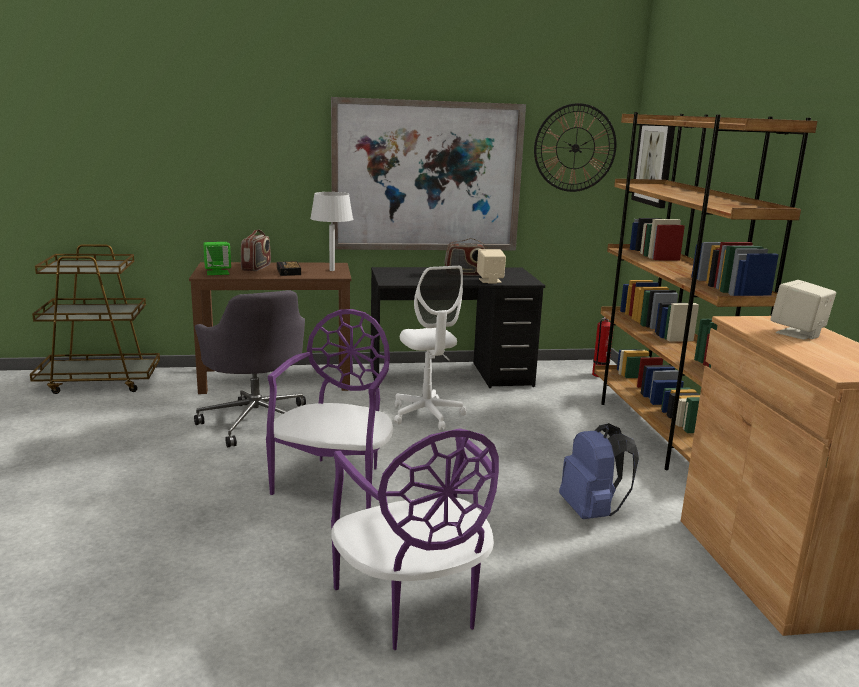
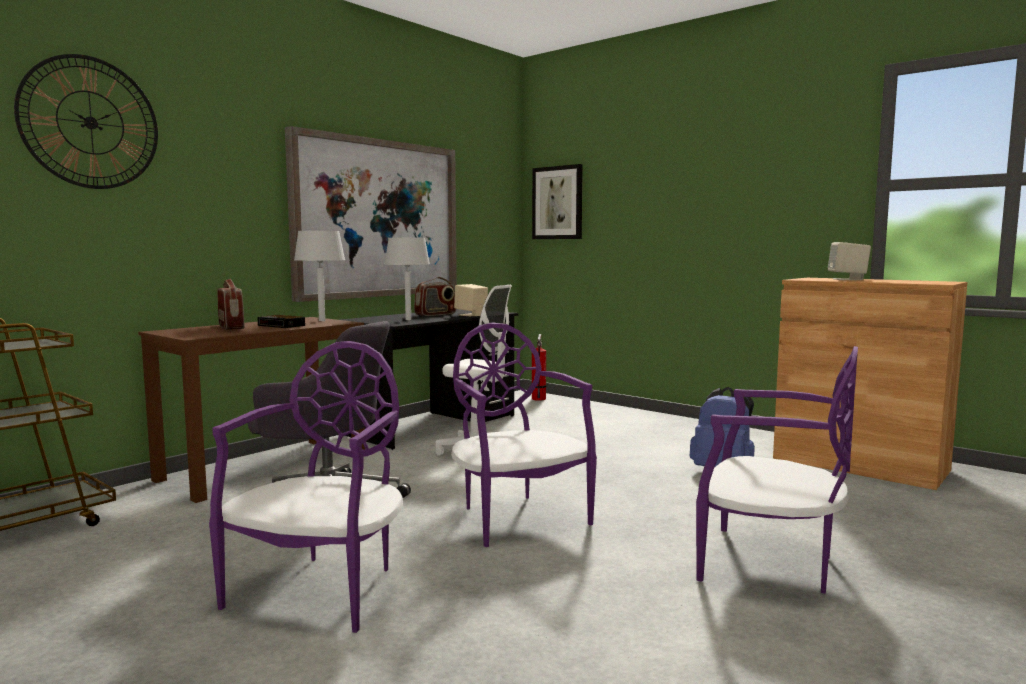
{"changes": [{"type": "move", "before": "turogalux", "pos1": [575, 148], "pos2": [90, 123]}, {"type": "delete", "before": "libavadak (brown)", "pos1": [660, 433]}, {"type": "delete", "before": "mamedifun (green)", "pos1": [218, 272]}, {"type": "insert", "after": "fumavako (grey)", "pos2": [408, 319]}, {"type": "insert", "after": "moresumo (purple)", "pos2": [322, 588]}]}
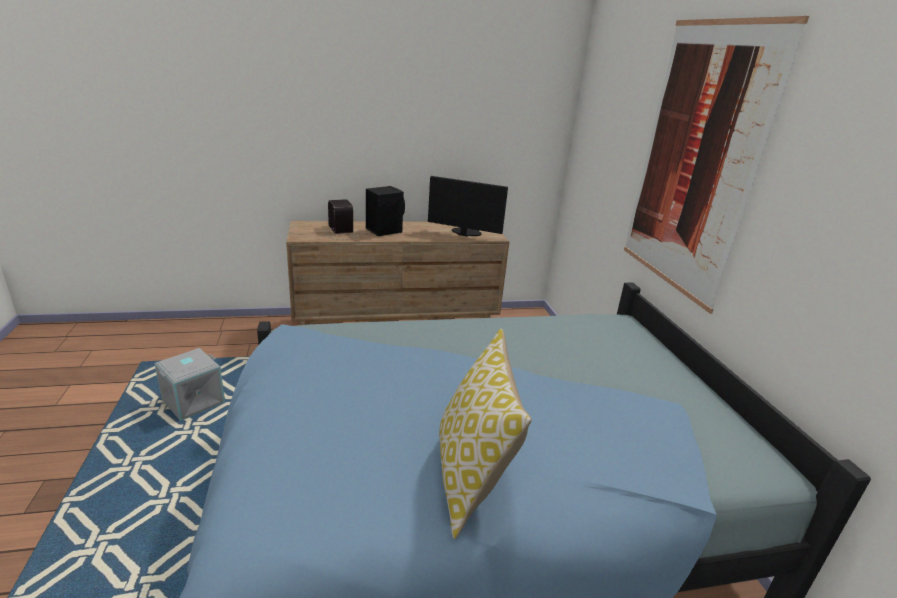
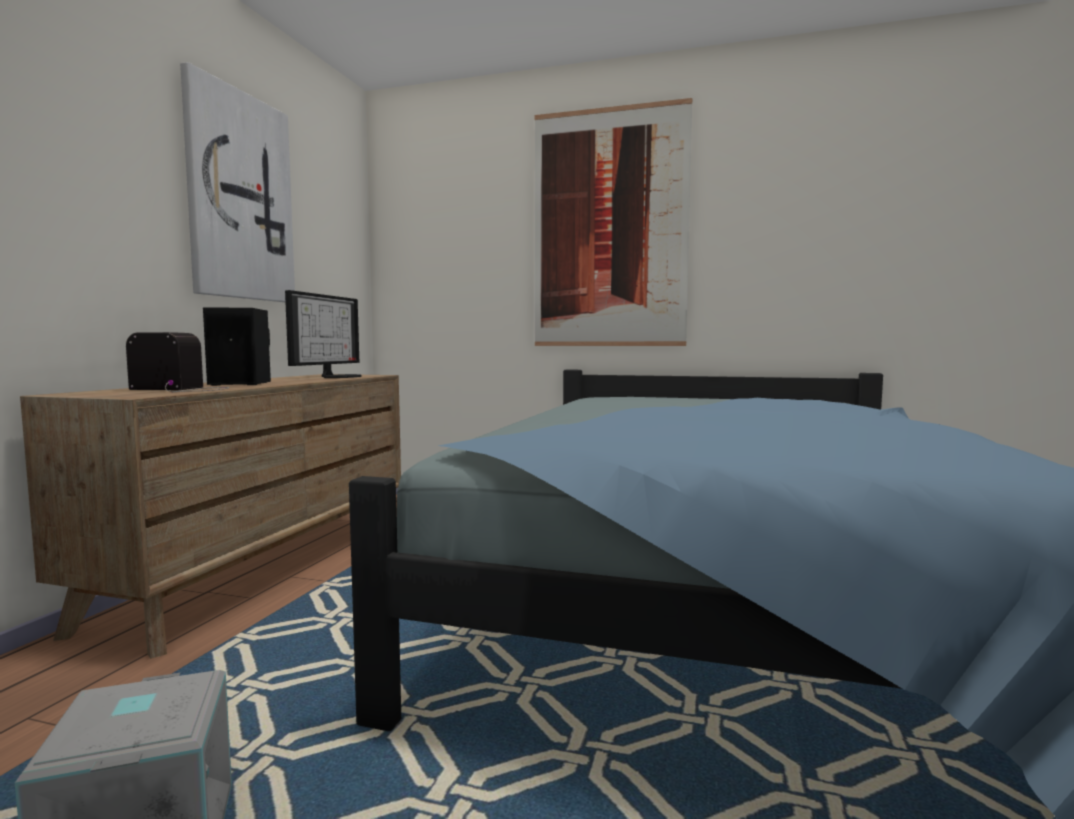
{"changes": [{"type": "rotate", "before": "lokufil", "pos1": [465, 233], "pos2": [338, 376], "turn": 150}, {"type": "delete", "before": "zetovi", "pos1": [472, 479]}, {"type": "insert", "after": "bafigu", "pos2": [239, 197]}]}
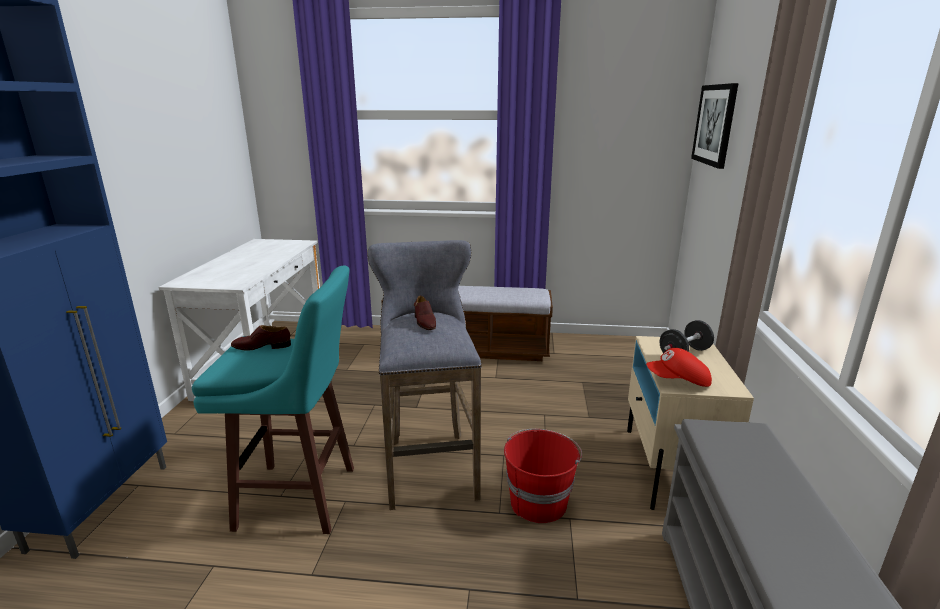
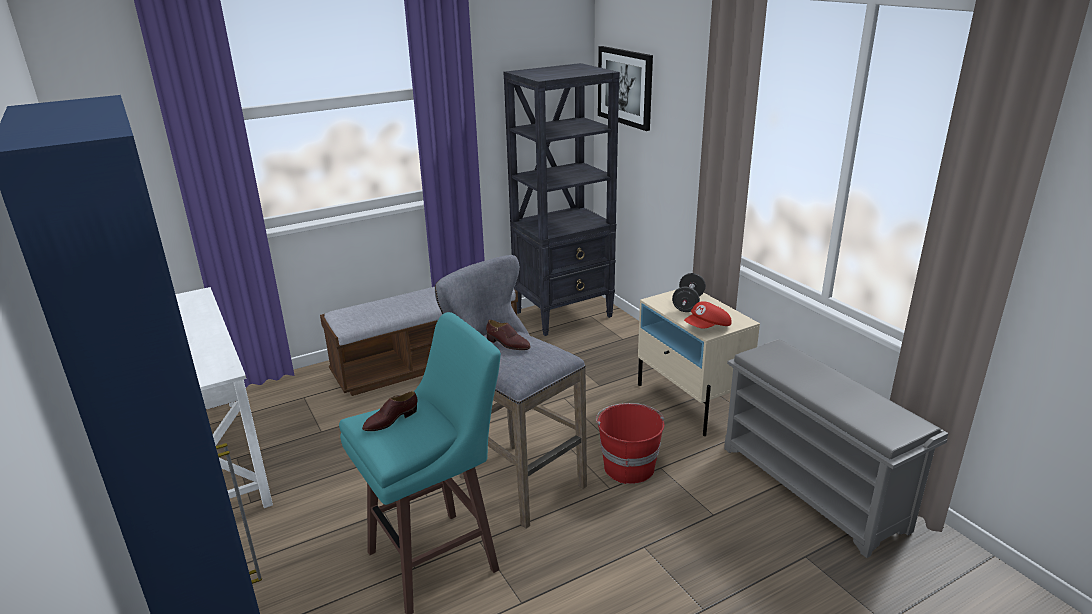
{"changes": [{"type": "insert", "after": "libavadak (black)", "pos2": [564, 314]}]}
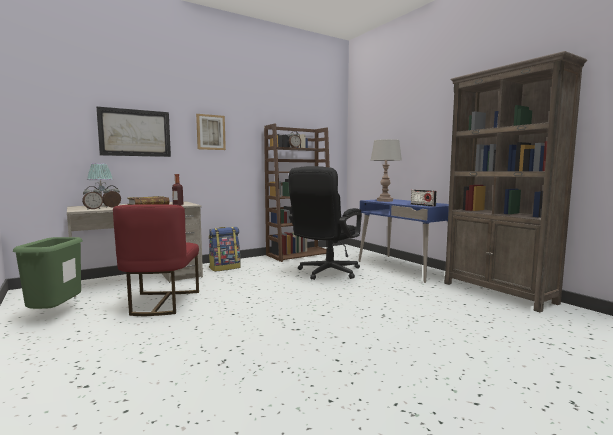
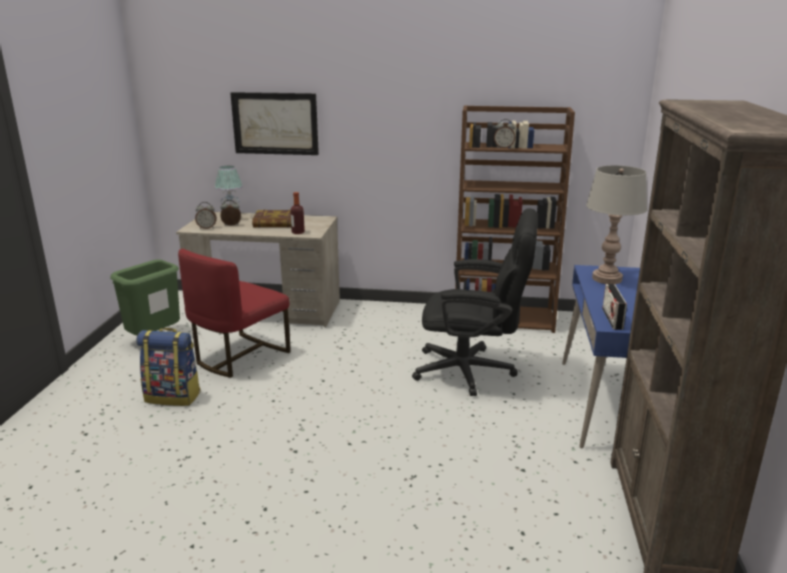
{"changes": [{"type": "delete", "before": "bafigu", "pos1": [210, 132]}, {"type": "rotate", "before": "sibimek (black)", "pos1": [325, 273], "pos2": [473, 371], "turn": -150}, {"type": "move", "before": "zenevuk", "pos1": [225, 268], "pos2": [173, 396]}]}
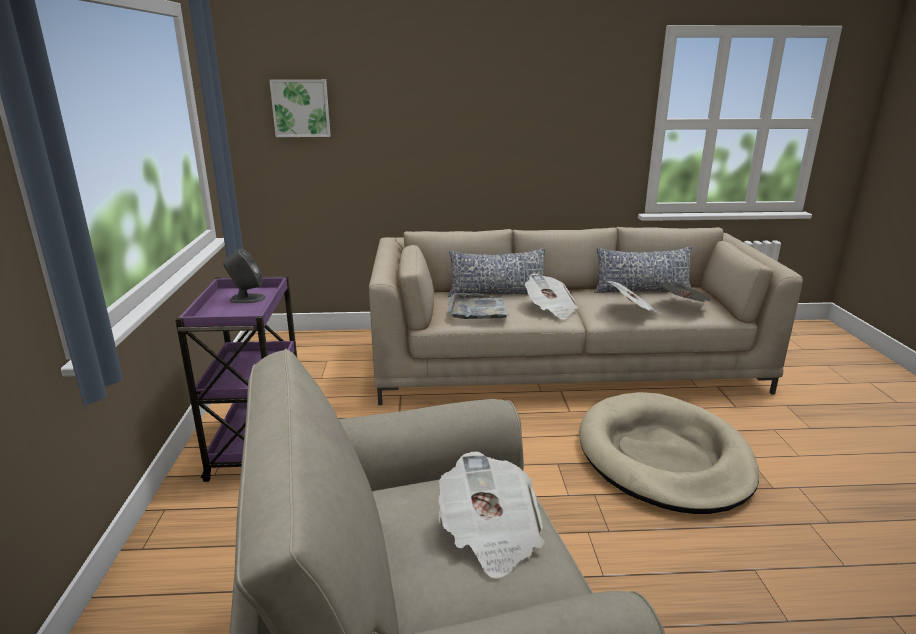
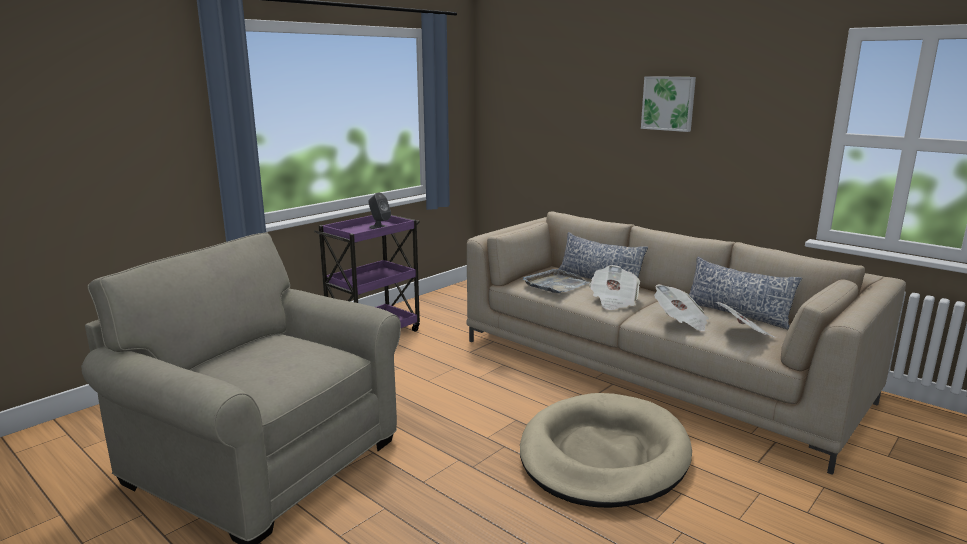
{"changes": [{"type": "move", "before": "bafigu", "pos1": [301, 108], "pos2": [668, 103]}, {"type": "delete", "before": "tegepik", "pos1": [490, 535]}]}
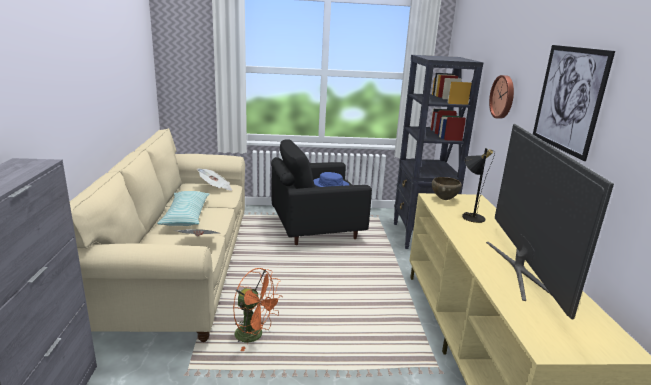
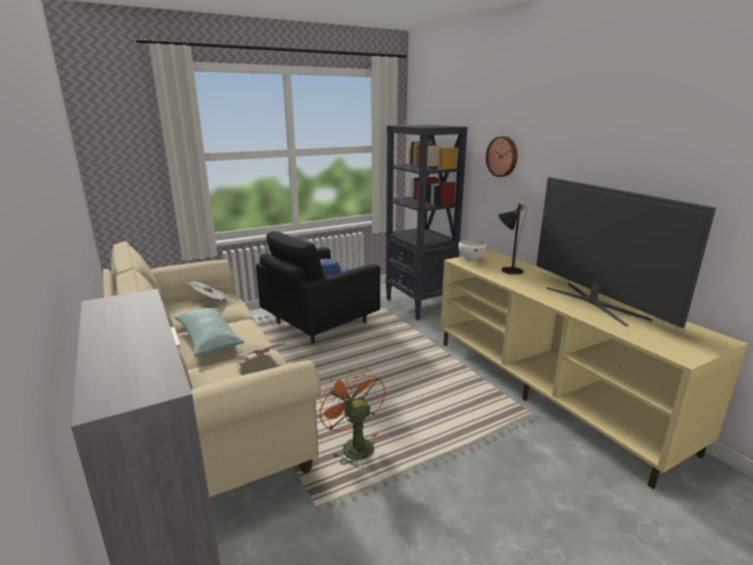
{"changes": [{"type": "delete", "before": "bafigu", "pos1": [568, 99]}, {"type": "recolor", "before": "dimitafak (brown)", "after": "dimitafak (white)", "pos1": [444, 199], "pos2": [471, 260]}, {"type": "rotate", "before": "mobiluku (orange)", "pos1": [254, 335], "pos2": [353, 445], "turn": -120}]}
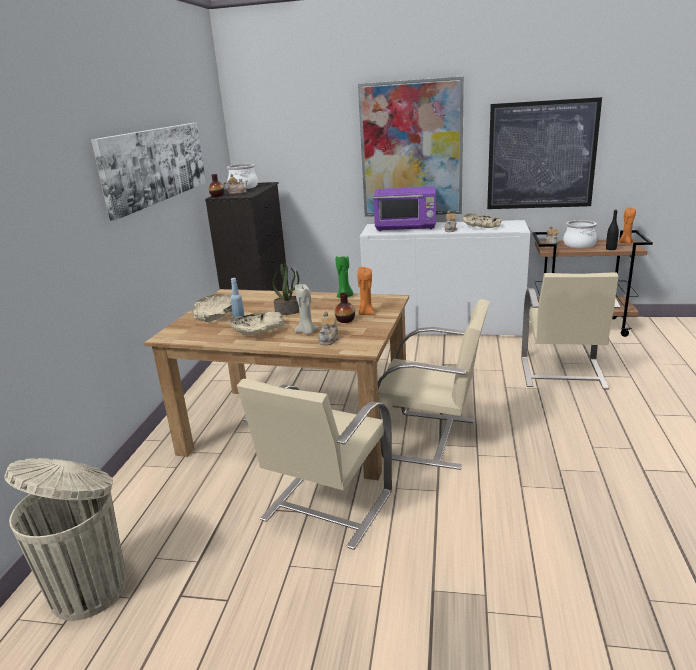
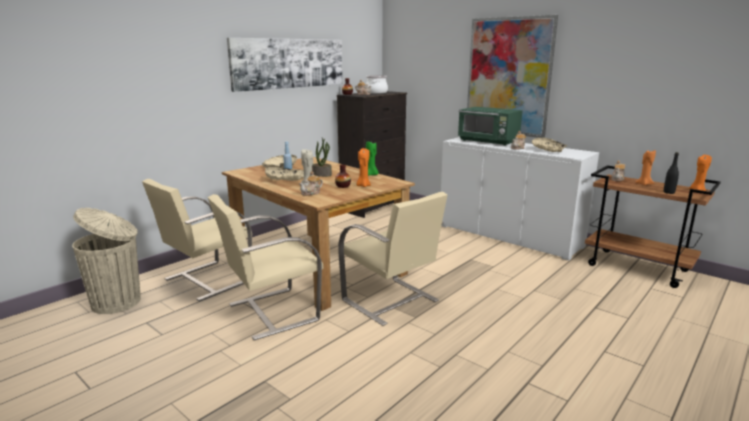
{"changes": [{"type": "delete", "before": "bafigu", "pos1": [541, 155]}, {"type": "recolor", "before": "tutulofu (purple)", "after": "tutulofu (green)", "pos1": [406, 227], "pos2": [488, 141]}, {"type": "replace", "before": "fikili", "after": "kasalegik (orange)", "pos1": [579, 245], "pos2": [643, 184]}, {"type": "move", "before": "moresumo (beige)", "pos1": [562, 374], "pos2": [206, 280]}]}
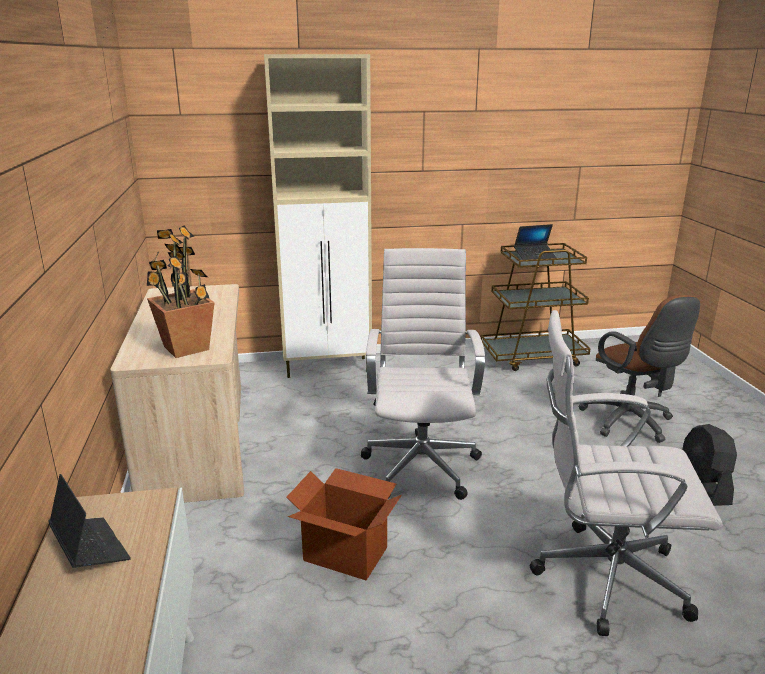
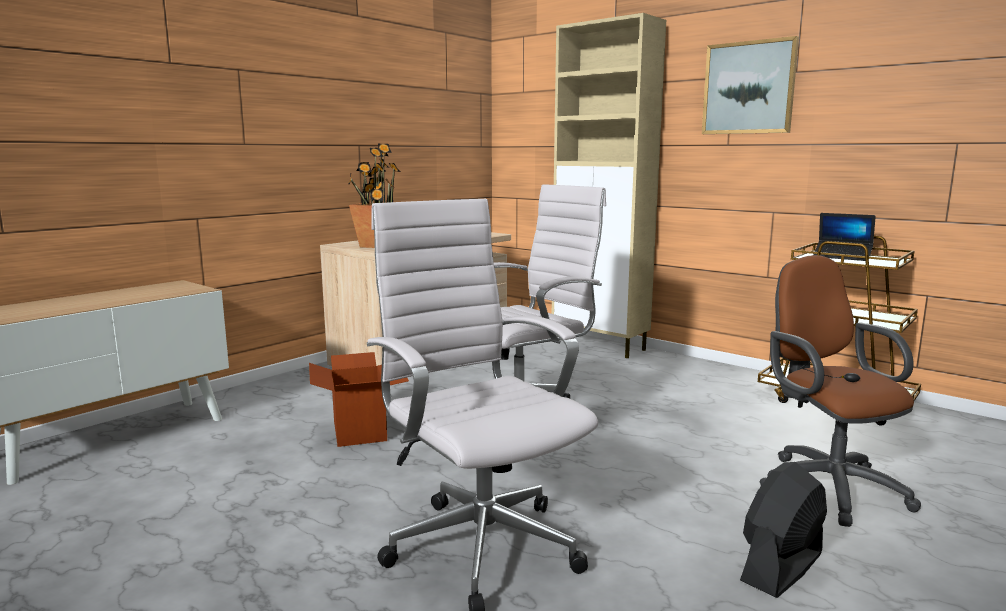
{"changes": [{"type": "rotate", "before": "sibimek (brown)", "pos1": [630, 423], "pos2": [826, 485], "turn": 135}, {"type": "delete", "before": "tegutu", "pos1": [90, 548]}, {"type": "insert", "after": "bafigu", "pos2": [749, 88]}]}
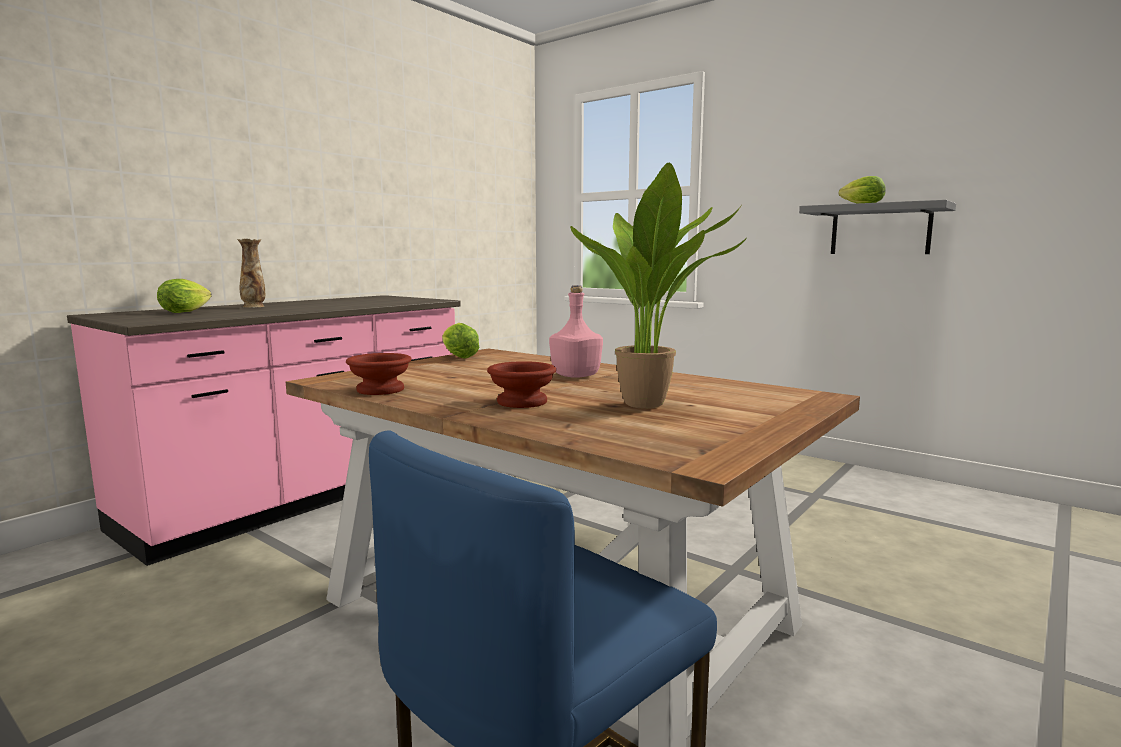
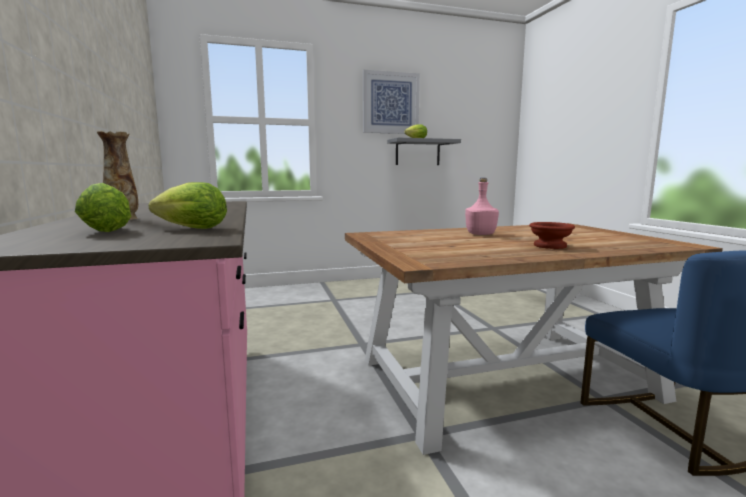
{"changes": [{"type": "delete", "before": "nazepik", "pos1": [651, 405]}, {"type": "move", "before": "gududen", "pos1": [458, 357], "pos2": [188, 228]}, {"type": "delete", "before": "dimitafak (brown)", "pos1": [379, 390]}, {"type": "insert", "after": "bafigu", "pos2": [390, 103]}]}
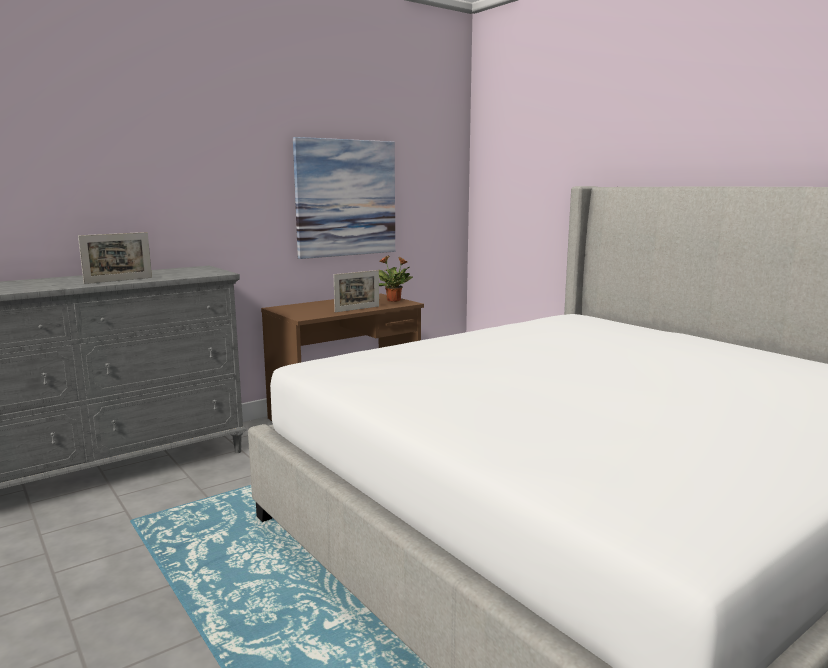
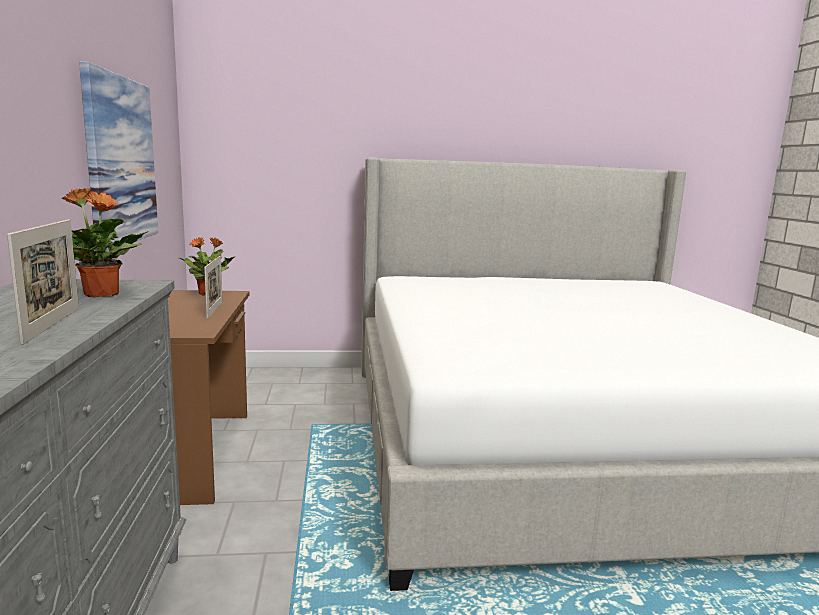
{"changes": [{"type": "insert", "after": "nazepik", "pos2": [102, 295]}]}
